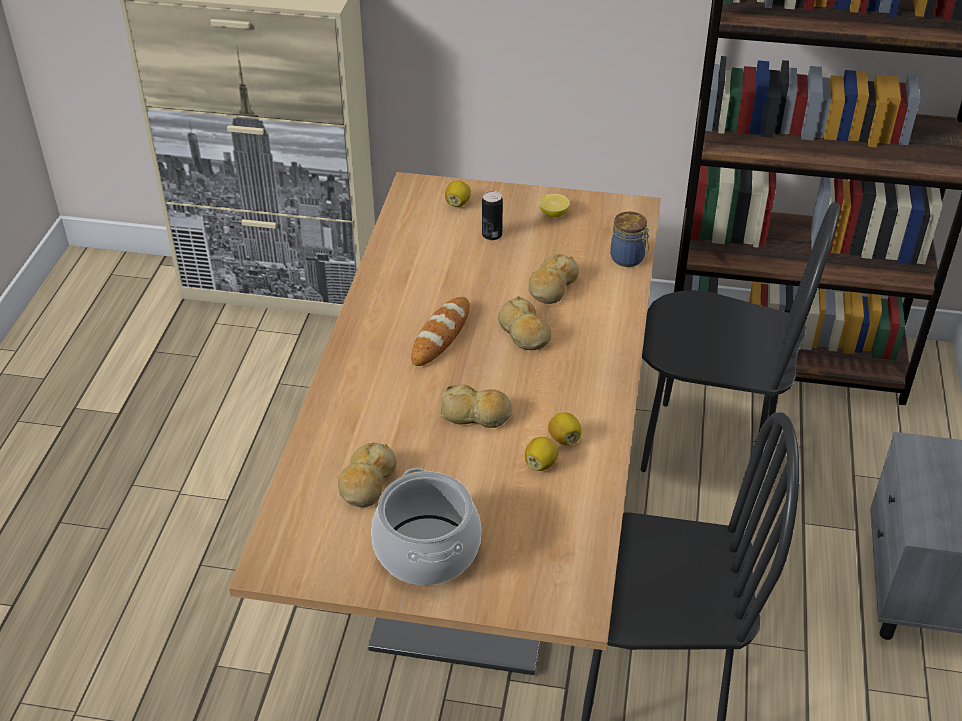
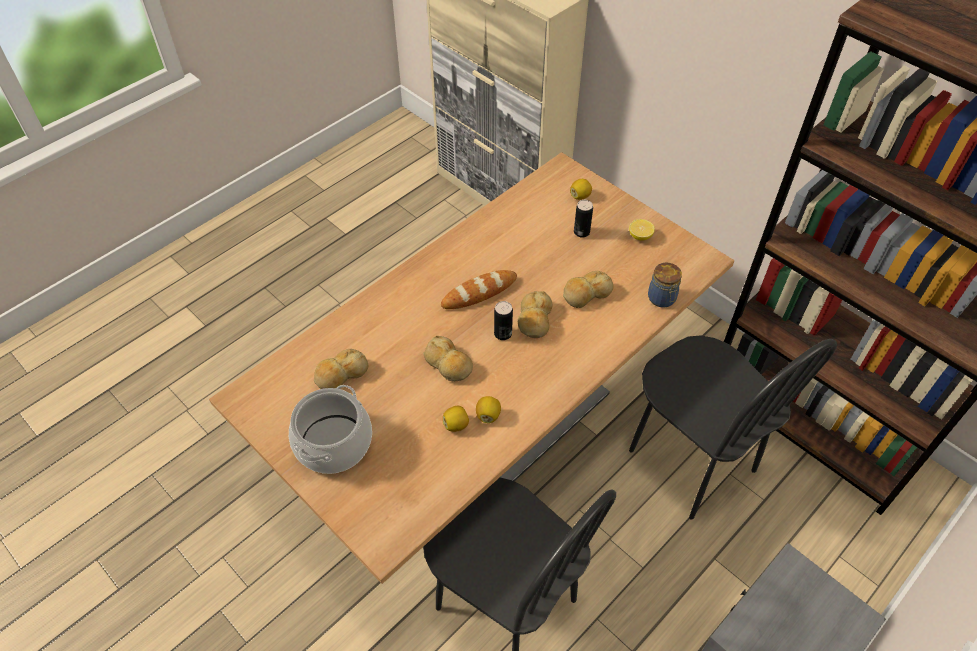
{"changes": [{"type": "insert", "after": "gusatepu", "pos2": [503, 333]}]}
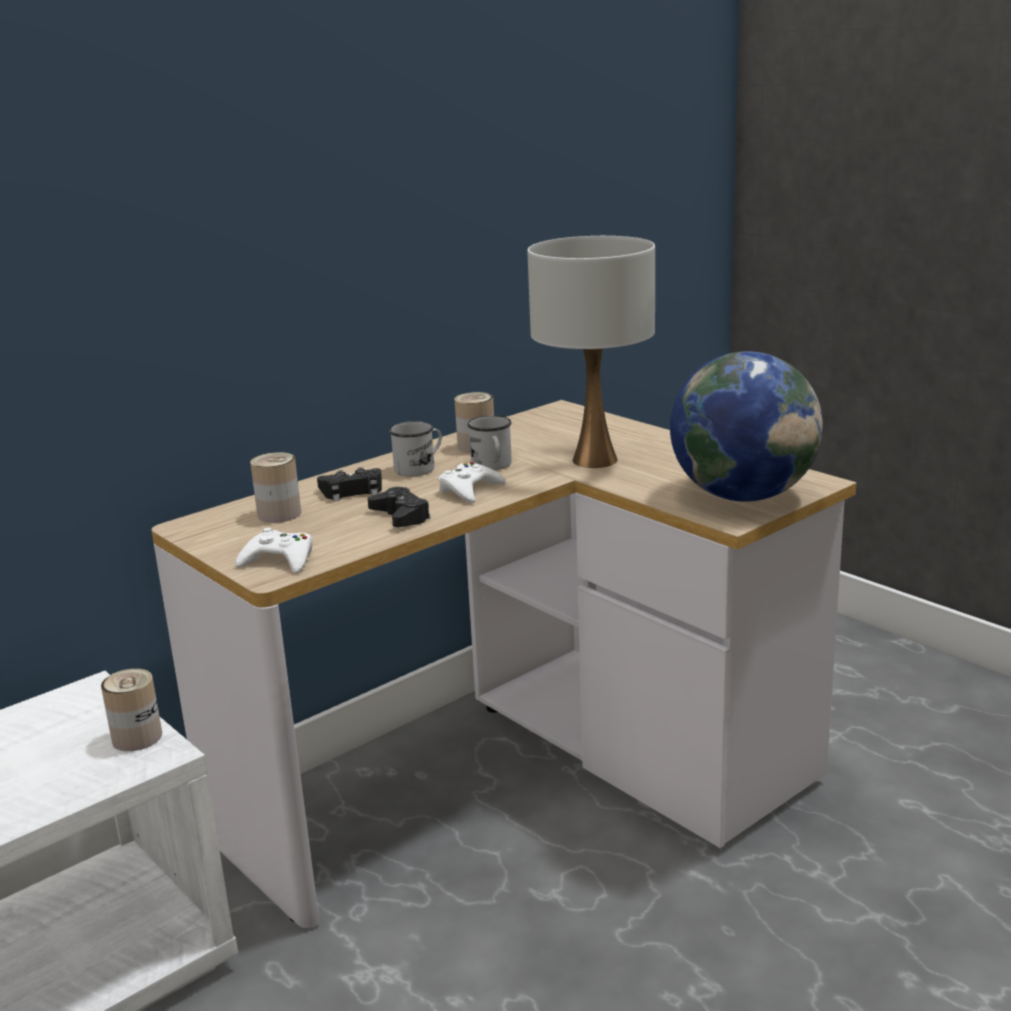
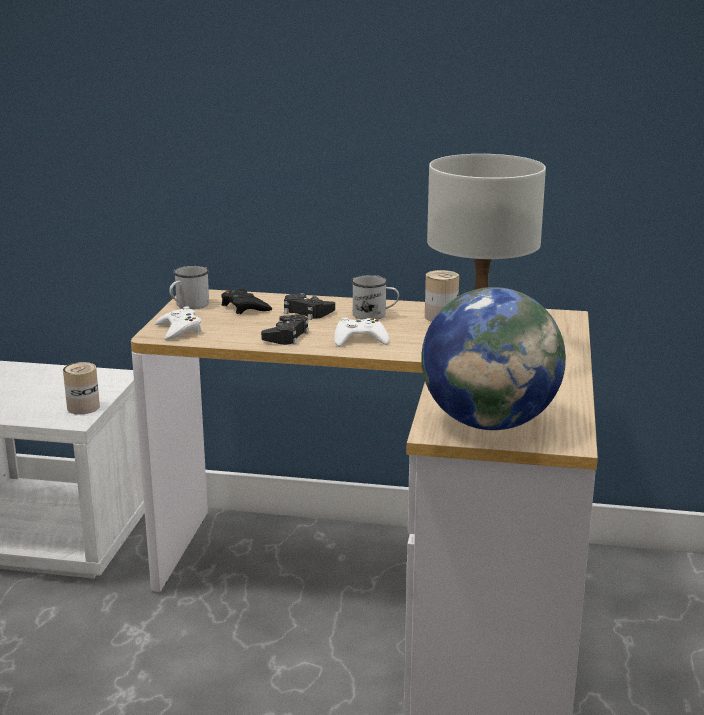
{"changes": [{"type": "move", "before": "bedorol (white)", "pos1": [493, 466], "pos2": [188, 306]}, {"type": "replace", "before": "gusatepu", "after": "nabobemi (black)", "pos1": [279, 514], "pos2": [244, 307]}]}
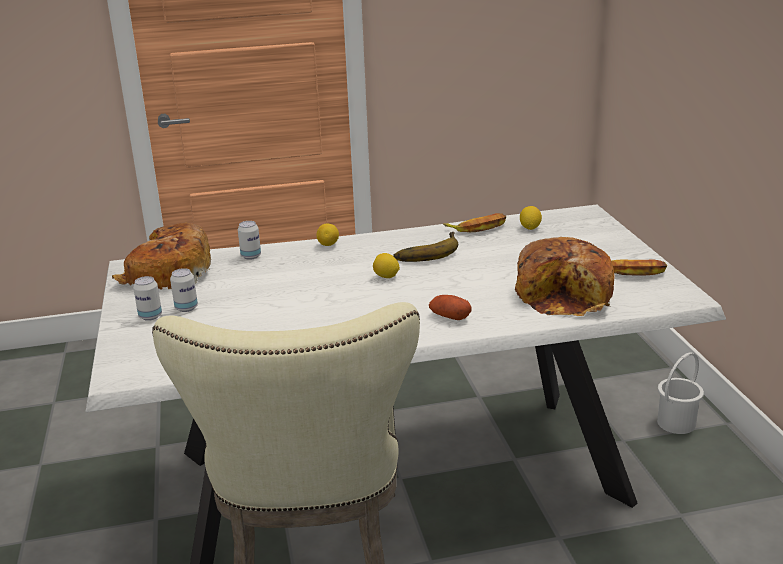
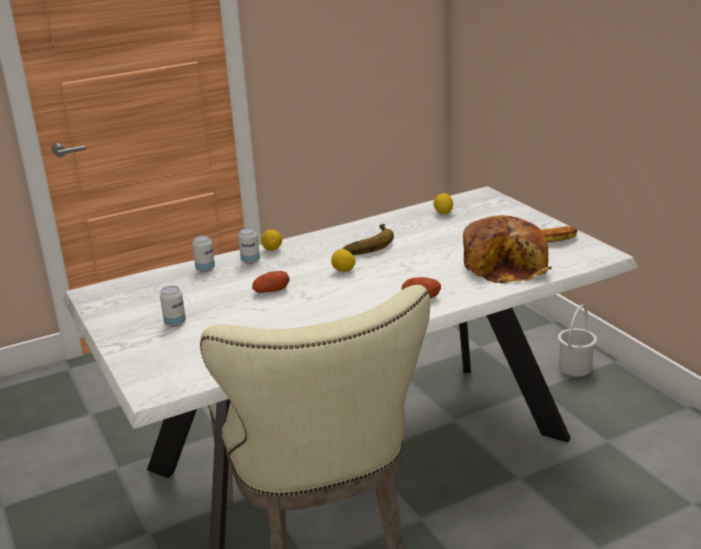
{"changes": [{"type": "delete", "before": "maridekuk", "pos1": [478, 227]}, {"type": "delete", "before": "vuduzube", "pos1": [167, 274]}, {"type": "move", "before": "gusatepu", "pos1": [150, 316], "pos2": [250, 261]}, {"type": "insert", "after": "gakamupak", "pos2": [271, 291]}]}
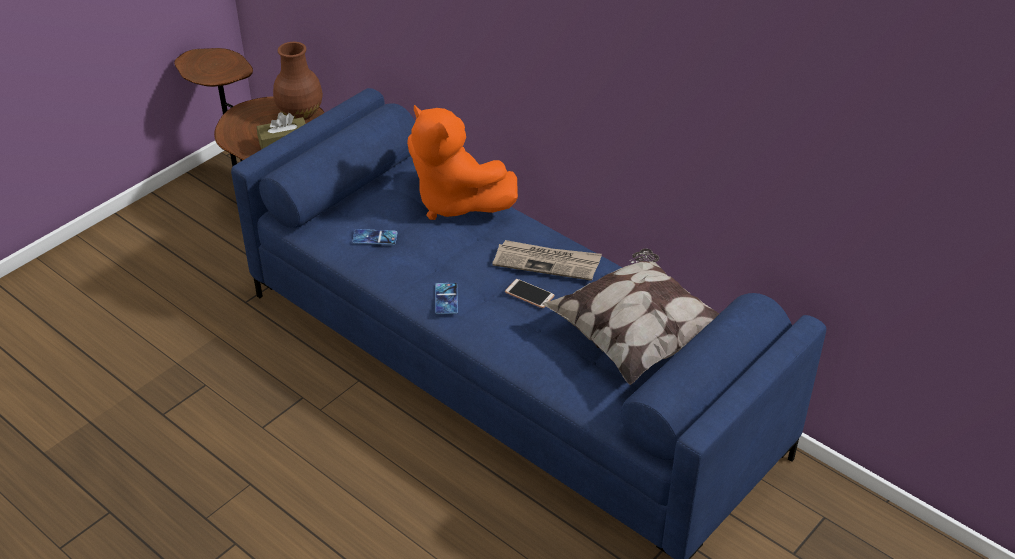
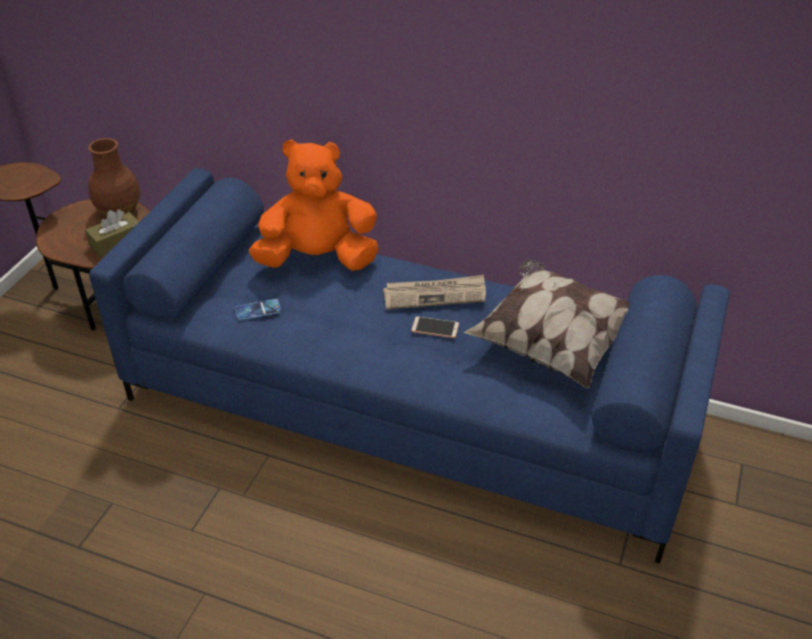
{"changes": [{"type": "rotate", "before": "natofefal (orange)", "pos1": [455, 202], "pos2": [318, 259], "turn": 150}, {"type": "delete", "before": "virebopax", "pos1": [446, 299]}]}
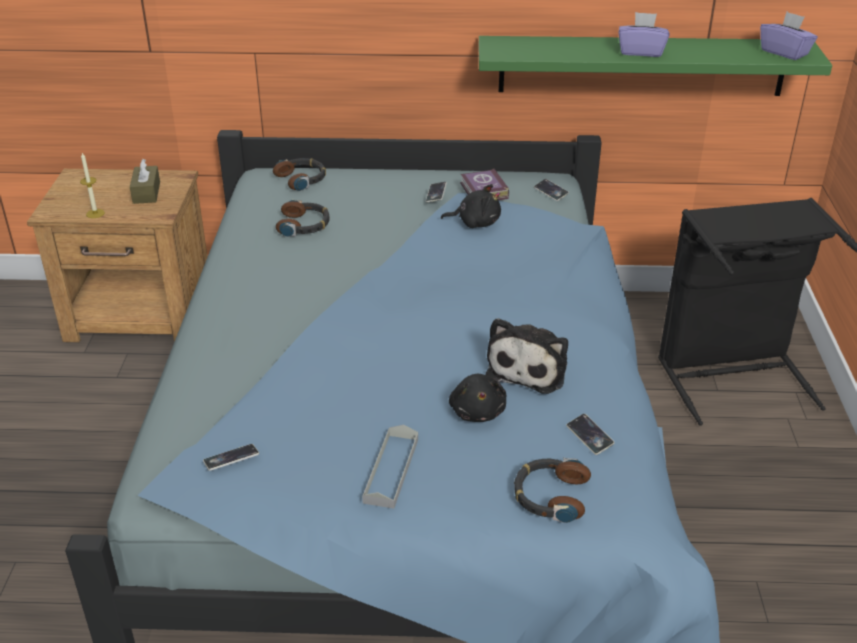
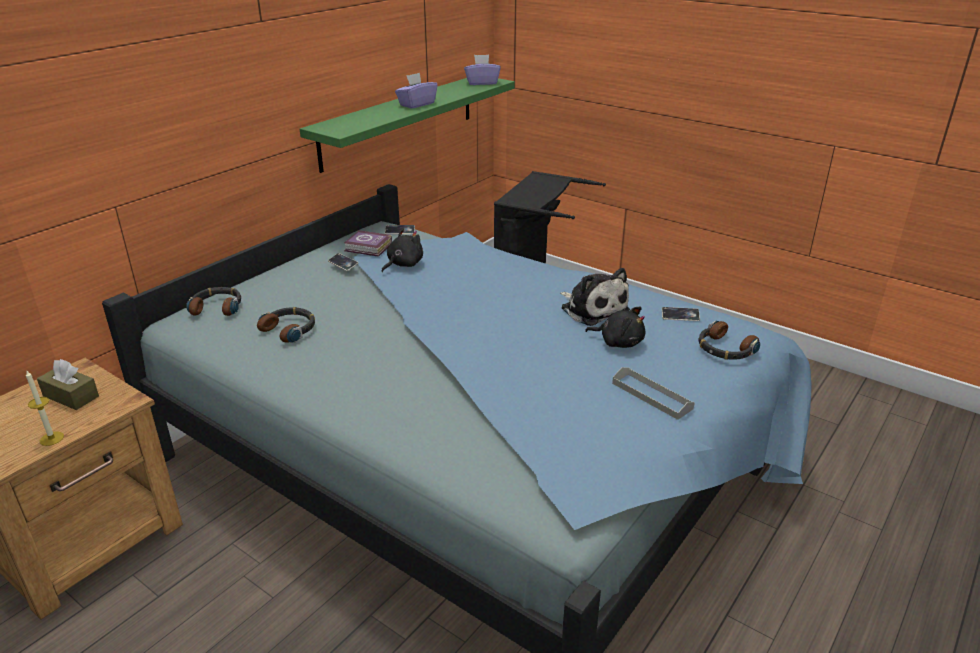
{"changes": [{"type": "delete", "before": "virebopax", "pos1": [231, 460]}]}
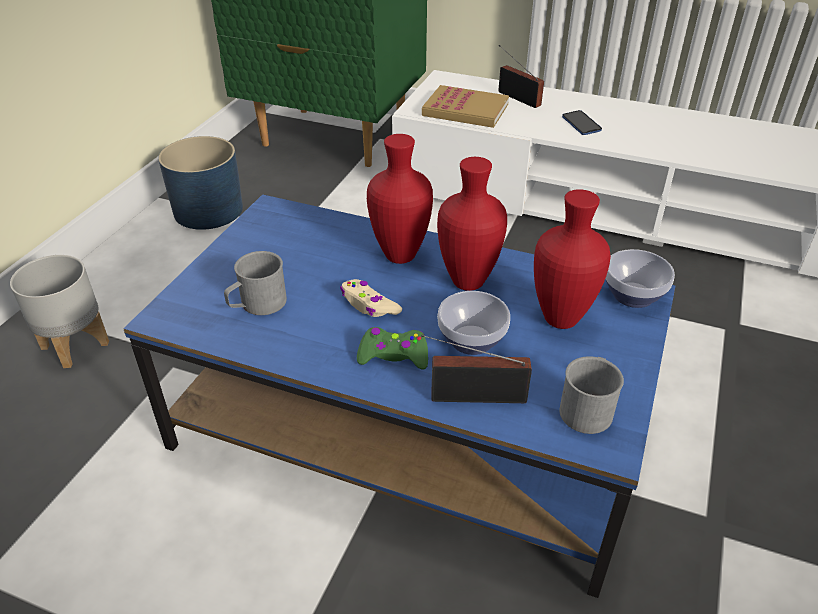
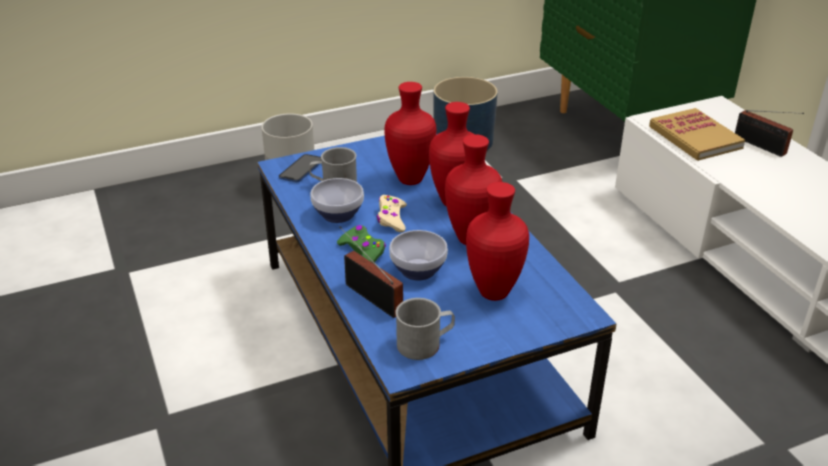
{"changes": [{"type": "rotate", "before": "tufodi", "pos1": [517, 97], "pos2": [762, 146], "turn": 135}, {"type": "move", "before": "virebopax", "pos1": [581, 124], "pos2": [301, 169]}, {"type": "move", "before": "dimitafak", "pos1": [632, 297], "pos2": [336, 215]}, {"type": "insert", "after": "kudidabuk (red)", "pos2": [411, 179]}]}
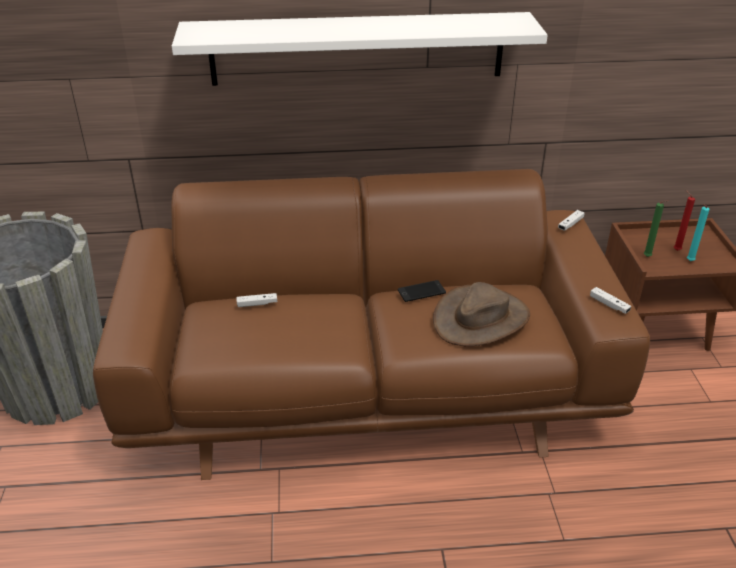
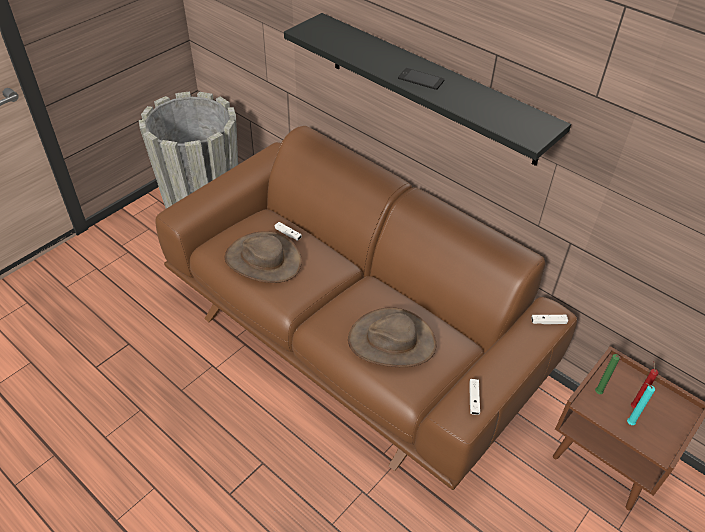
{"changes": [{"type": "recolor", "before": "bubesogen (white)", "after": "bubesogen (black)", "pos1": [357, 49], "pos2": [431, 88]}, {"type": "move", "before": "virebopax", "pos1": [421, 291], "pos2": [421, 79]}, {"type": "insert", "after": "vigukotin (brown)", "pos2": [263, 260]}]}
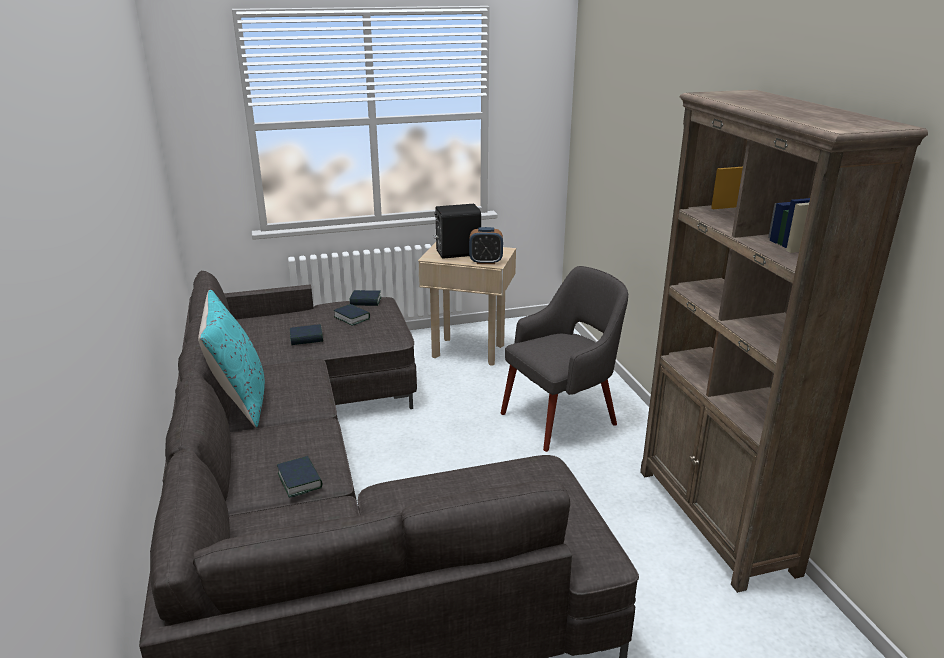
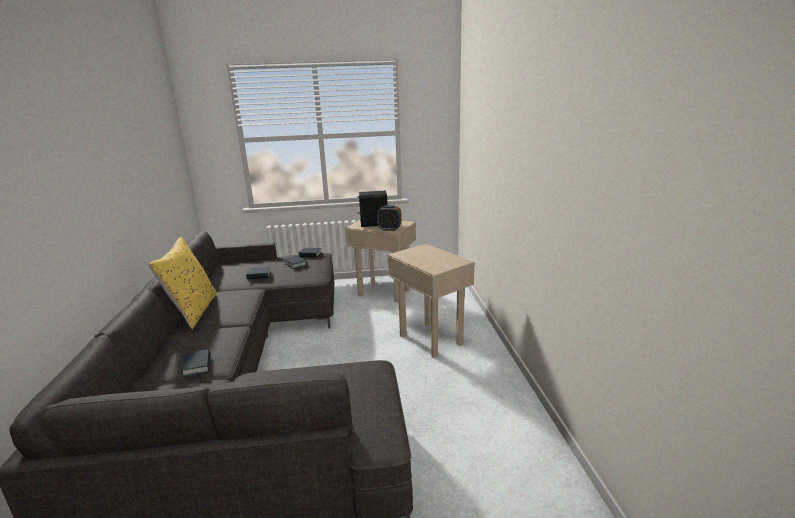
{"changes": [{"type": "delete", "before": "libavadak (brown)", "pos1": [715, 520]}, {"type": "replace", "before": "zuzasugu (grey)", "after": "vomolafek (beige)", "pos1": [560, 418], "pos2": [430, 340]}, {"type": "recolor", "before": "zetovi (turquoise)", "after": "zetovi (yellow)", "pos1": [239, 400], "pos2": [193, 311]}]}
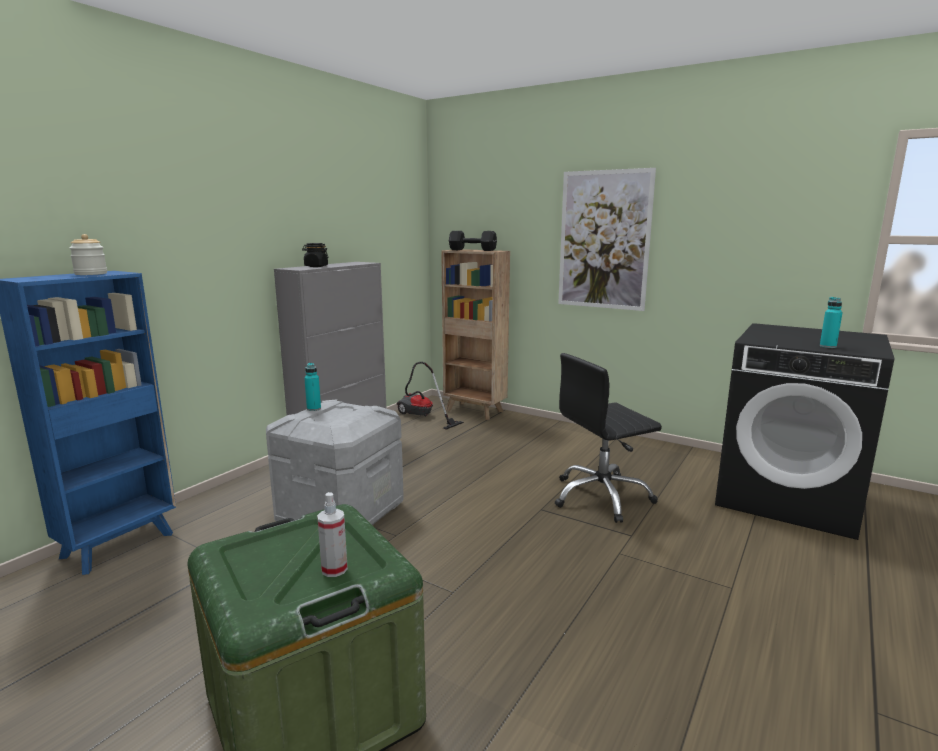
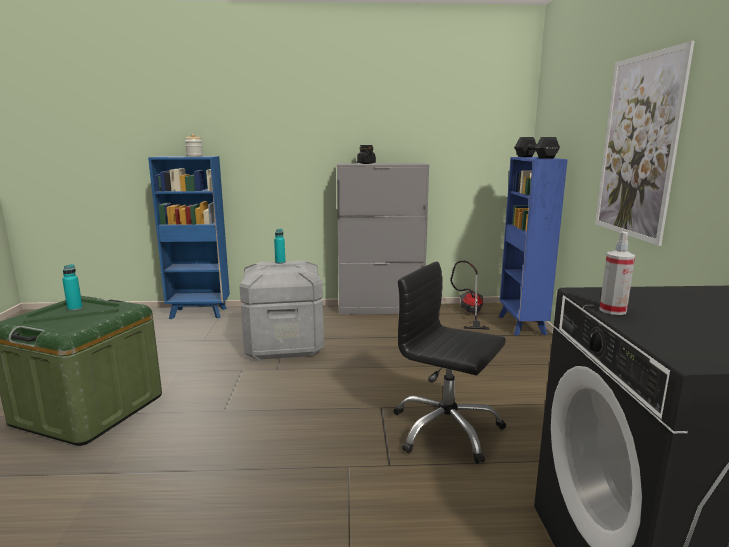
{"changes": [{"type": "recolor", "before": "libavadak (brown)", "after": "libavadak (blue)", "pos1": [475, 411], "pos2": [521, 326]}, {"type": "move", "before": "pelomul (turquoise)", "pos1": [828, 346], "pos2": [75, 308]}, {"type": "move", "before": "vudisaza", "pos1": [334, 569], "pos2": [613, 310]}]}
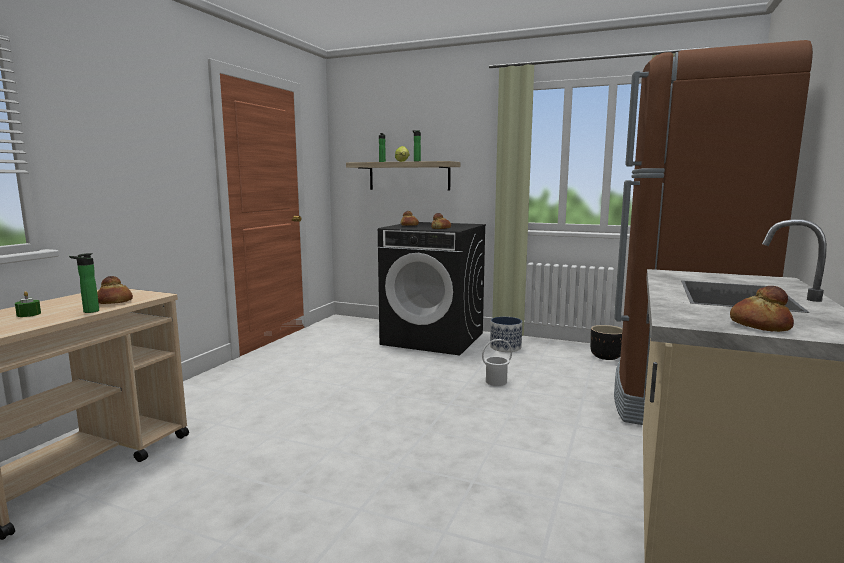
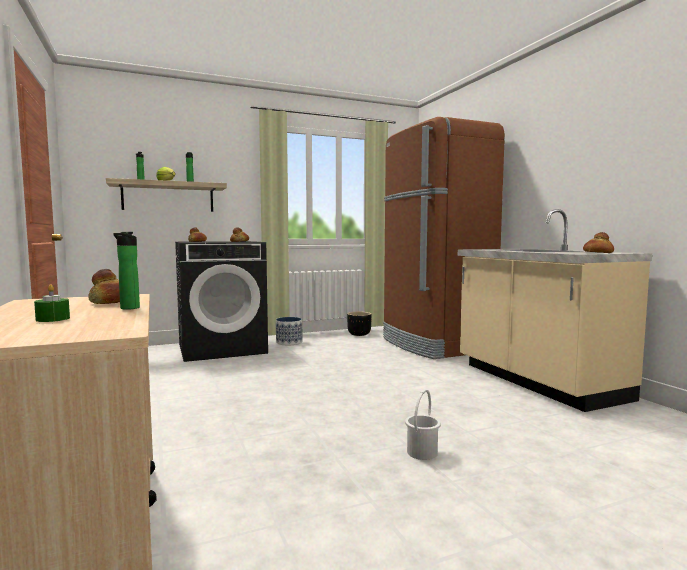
{"changes": [{"type": "move", "before": "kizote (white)", "pos1": [496, 382], "pos2": [422, 452]}]}
